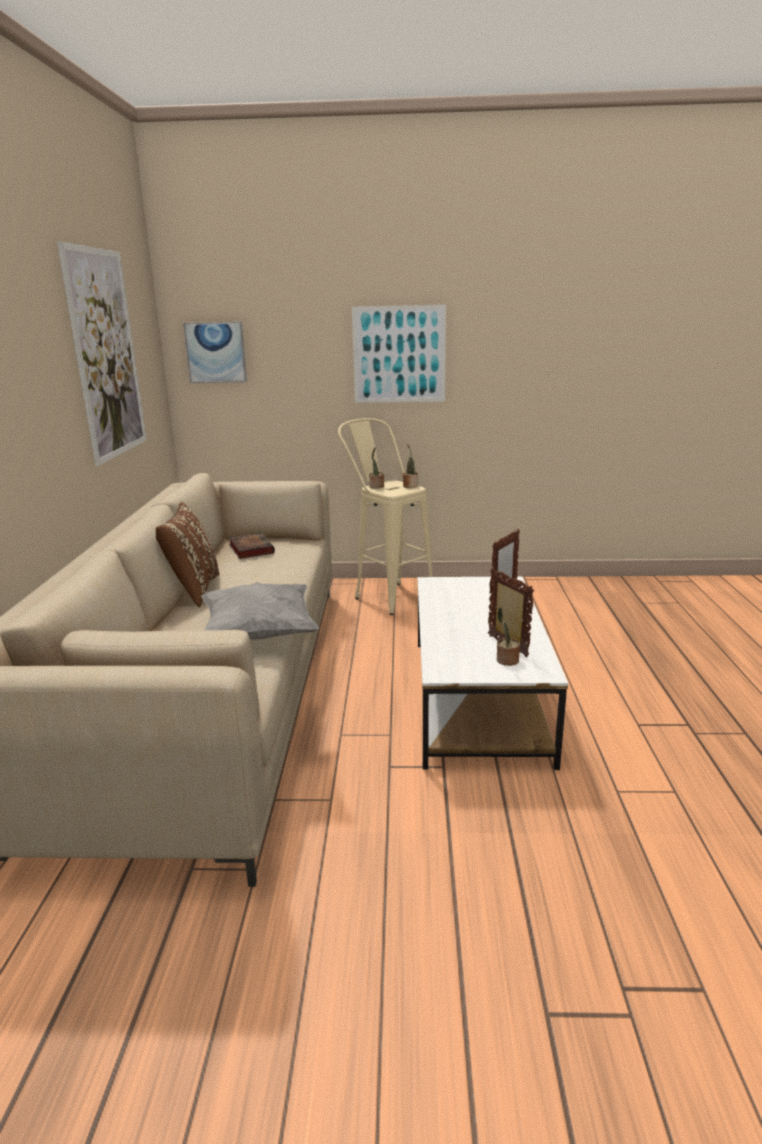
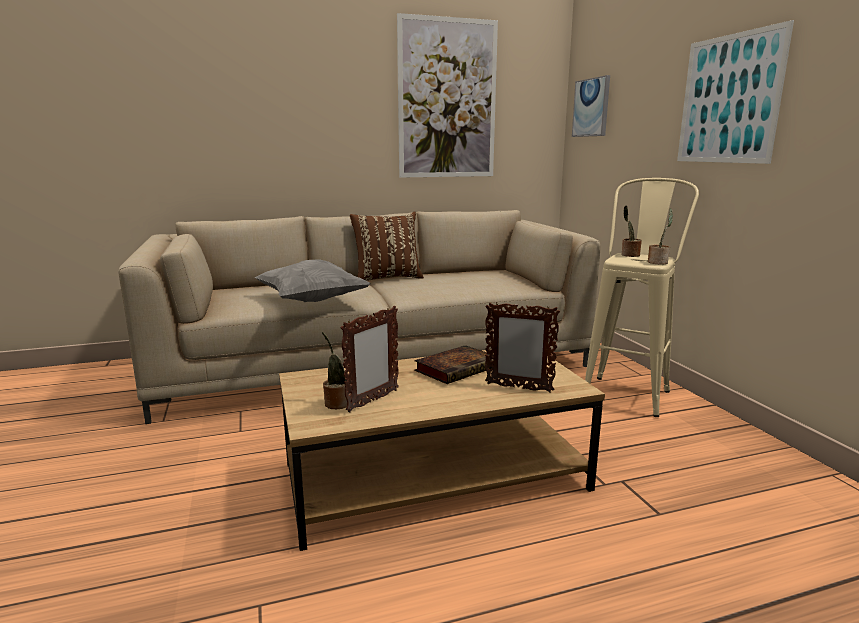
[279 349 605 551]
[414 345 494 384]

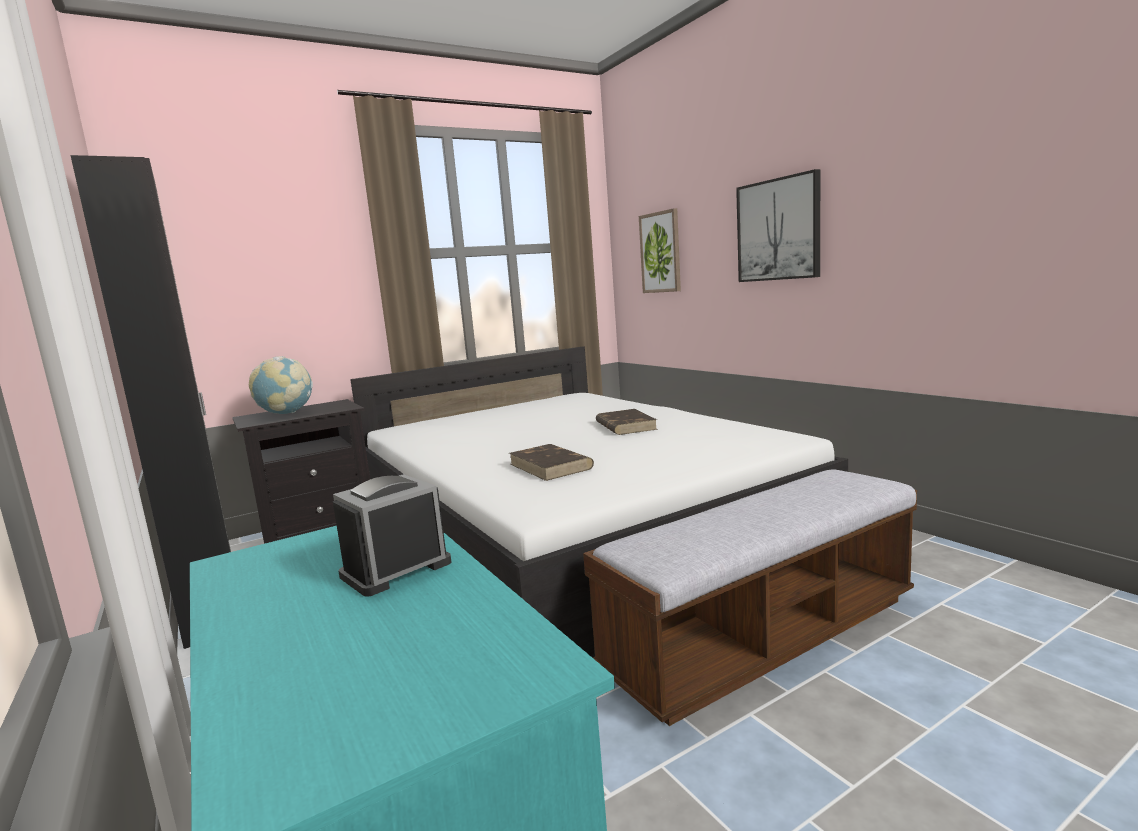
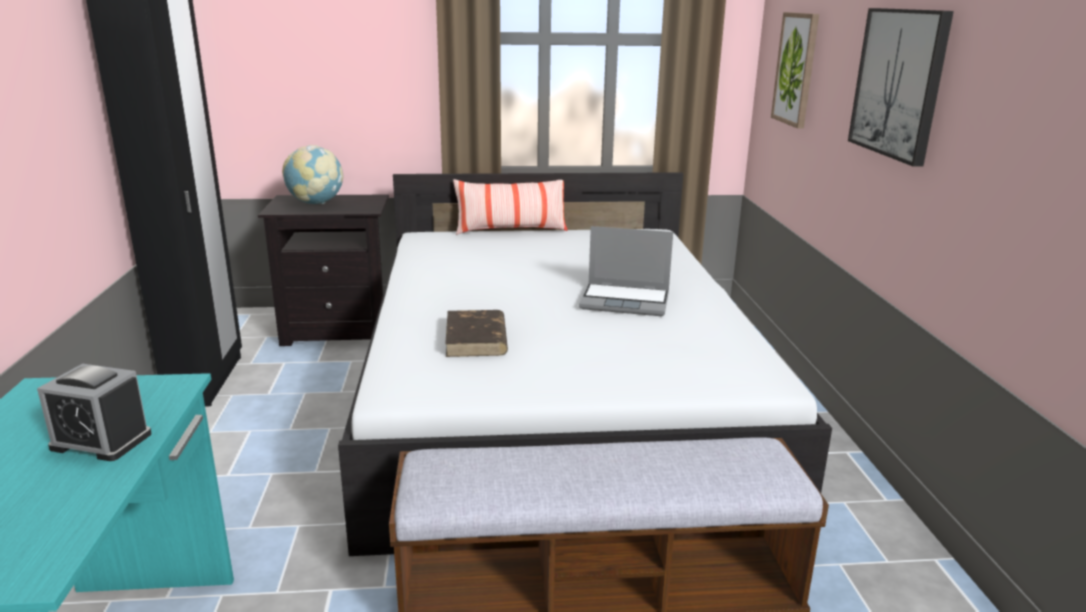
[37 364 152 461]
[453 179 567 235]
[579 226 673 316]

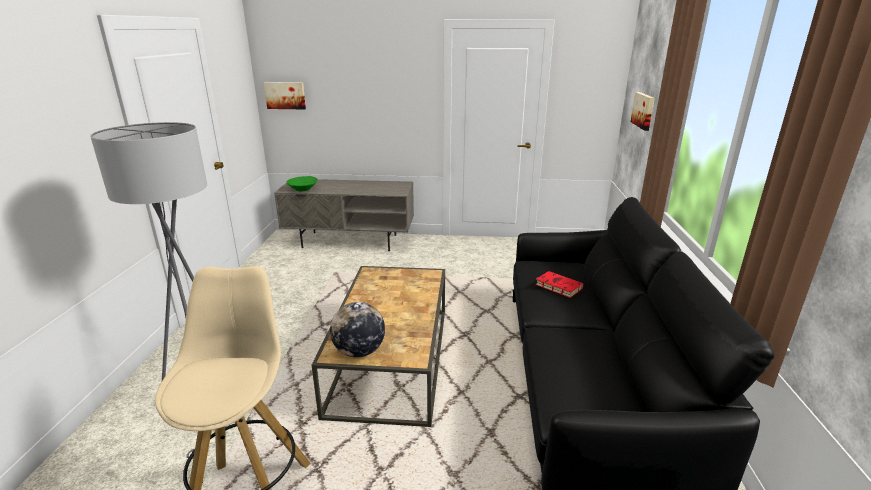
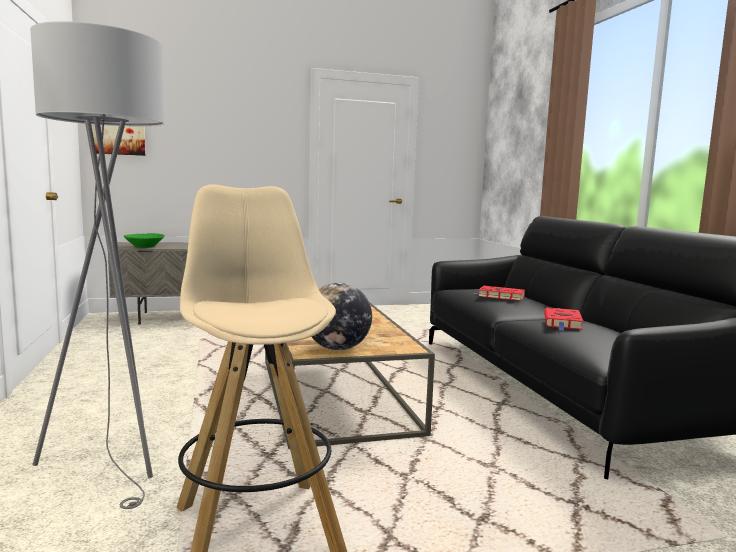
[544 307 583 331]
[631 92 655 131] (first image)

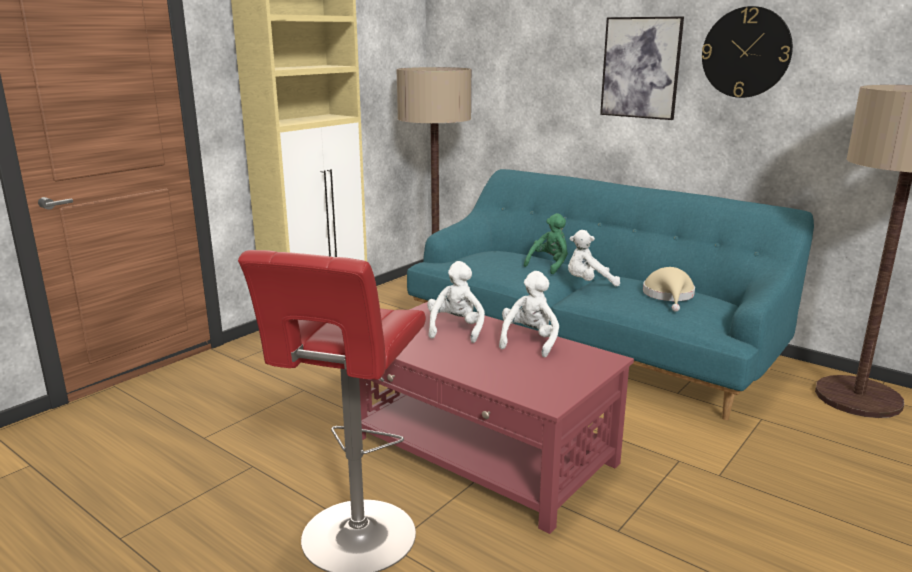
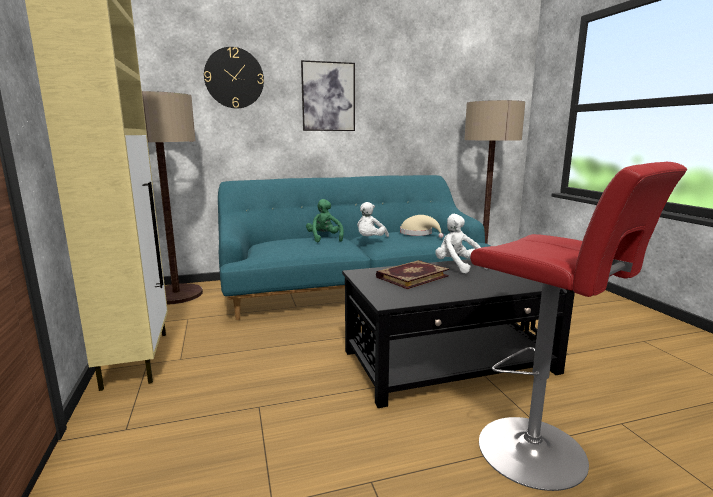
[204 47 264 109]
[342 259 575 408]
[376 260 449 289]

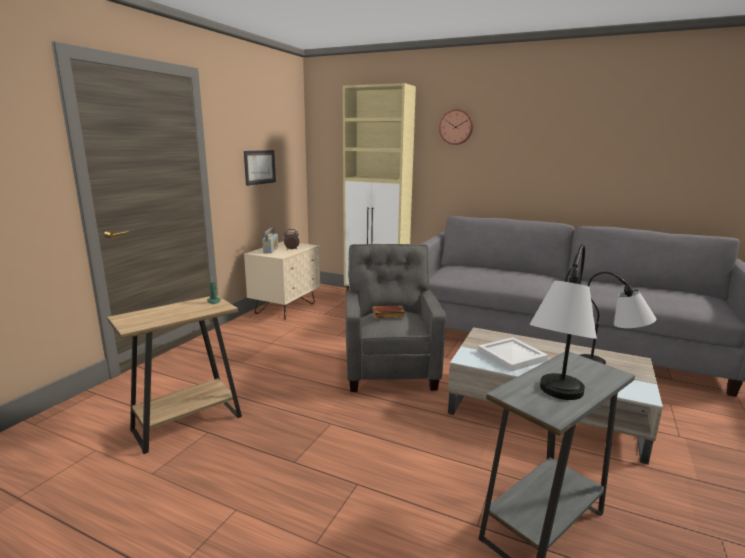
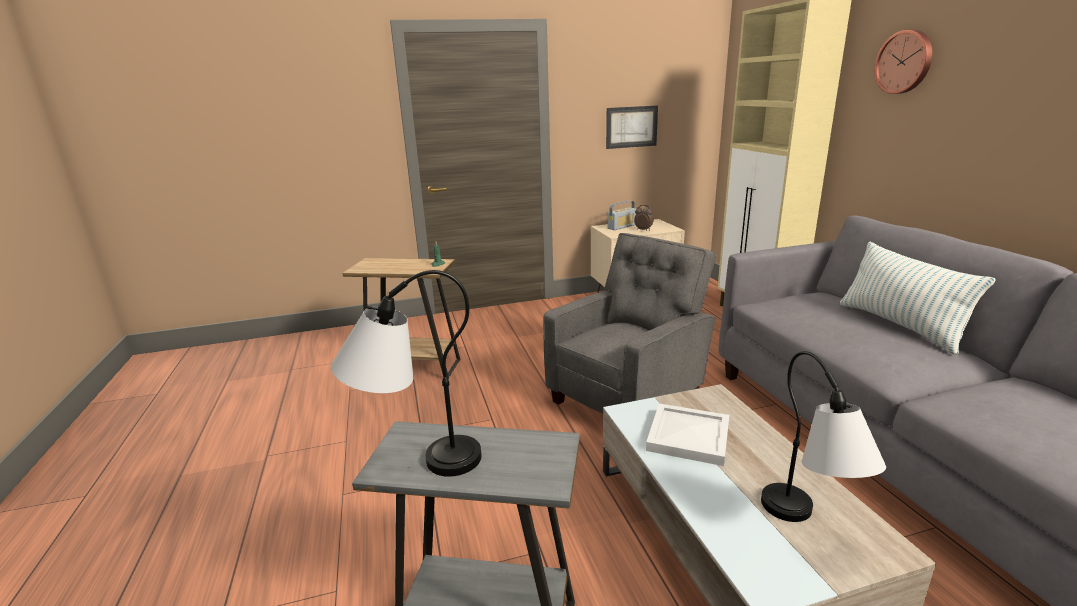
[840 241 996 355]
[372 305 405 318] (first image)

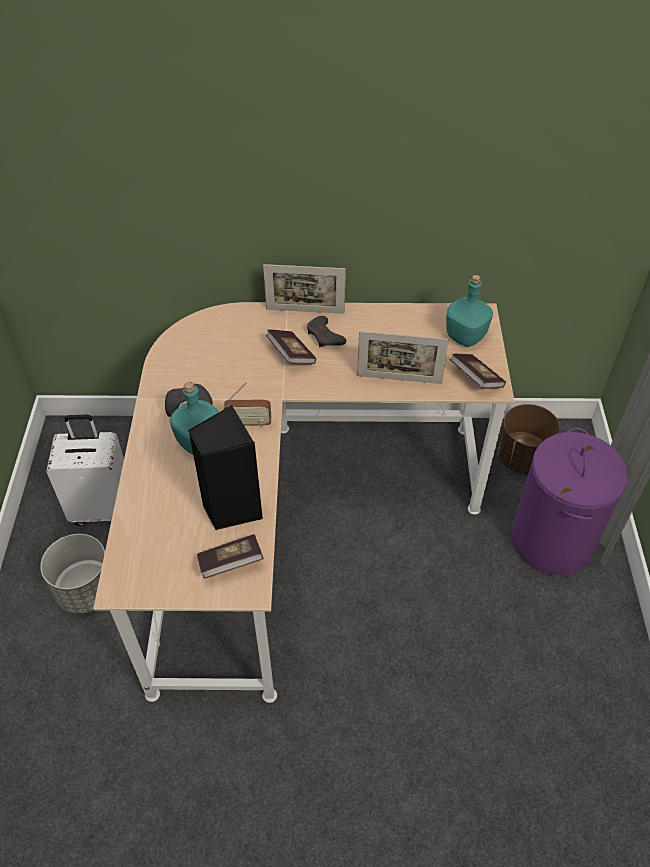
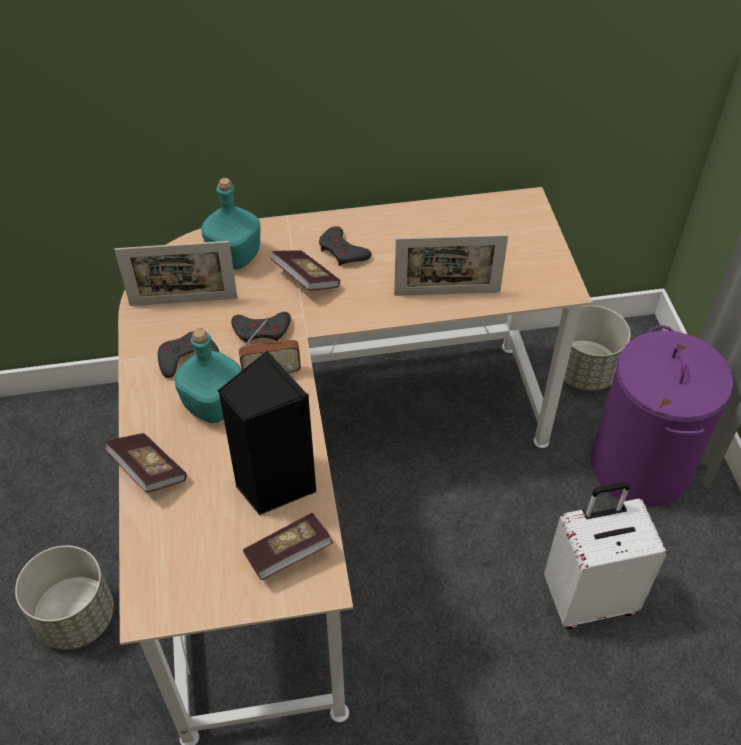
[104 433 187 493]
[114 241 238 306]
[201 178 261 269]
[231 312 291 345]
[544 482 667 629]
[564 305 631 391]

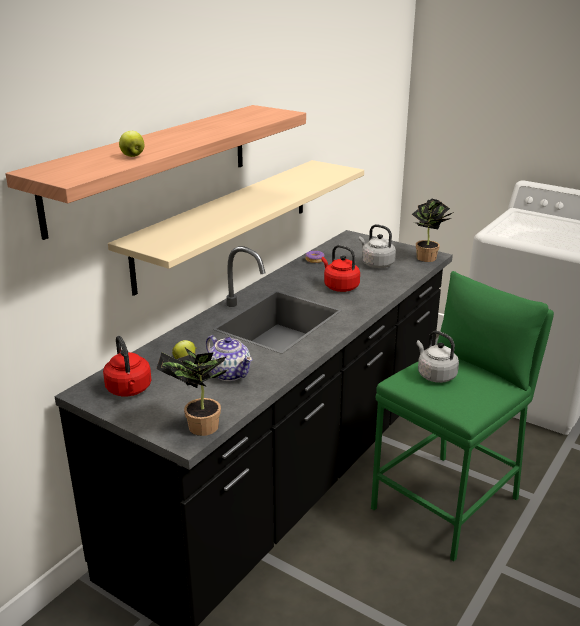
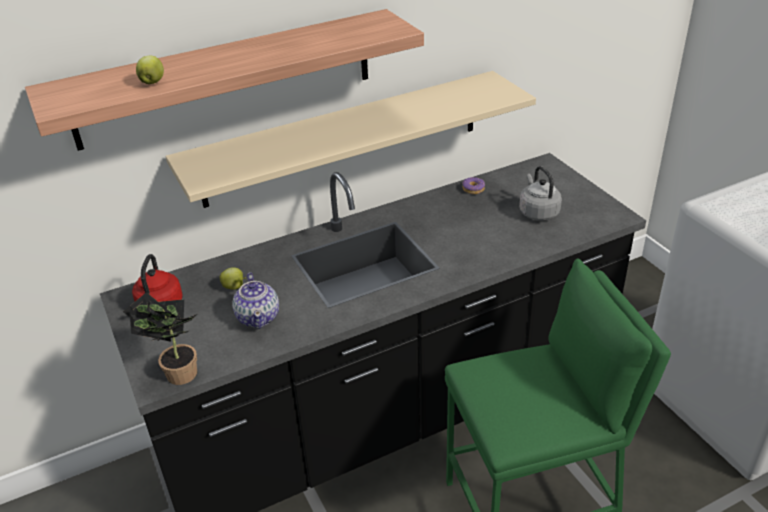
[321 245 360 292] (first image)
[412 198 454 262] (first image)
[416 331 459 383] (first image)

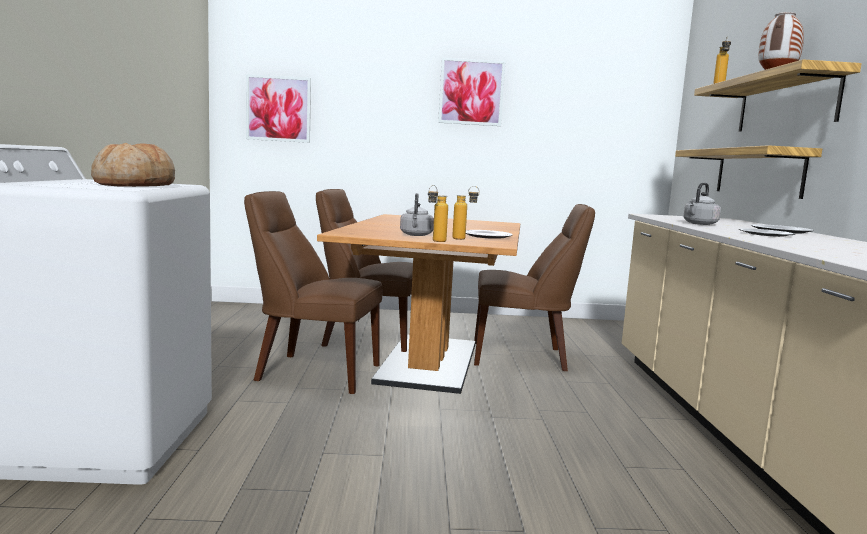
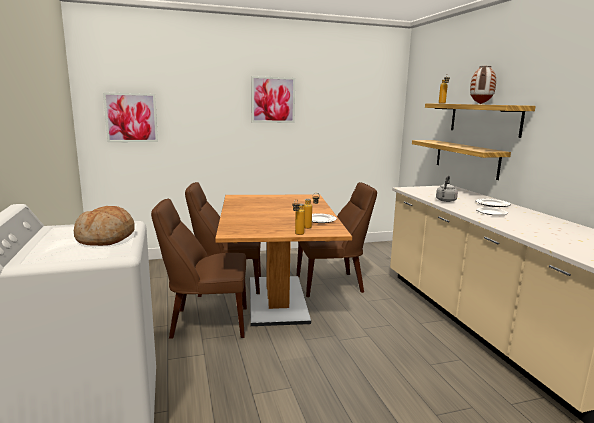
[400 193 434 236] (first image)

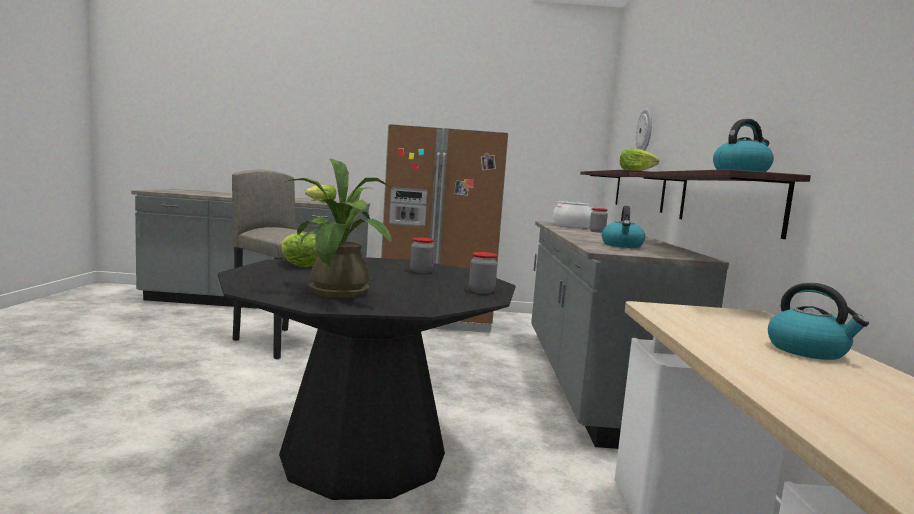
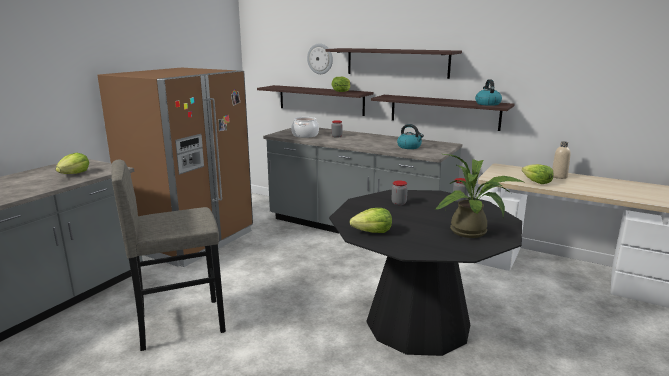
[325 48 462 79]
[522 164 553 184]
[552 141 571 179]

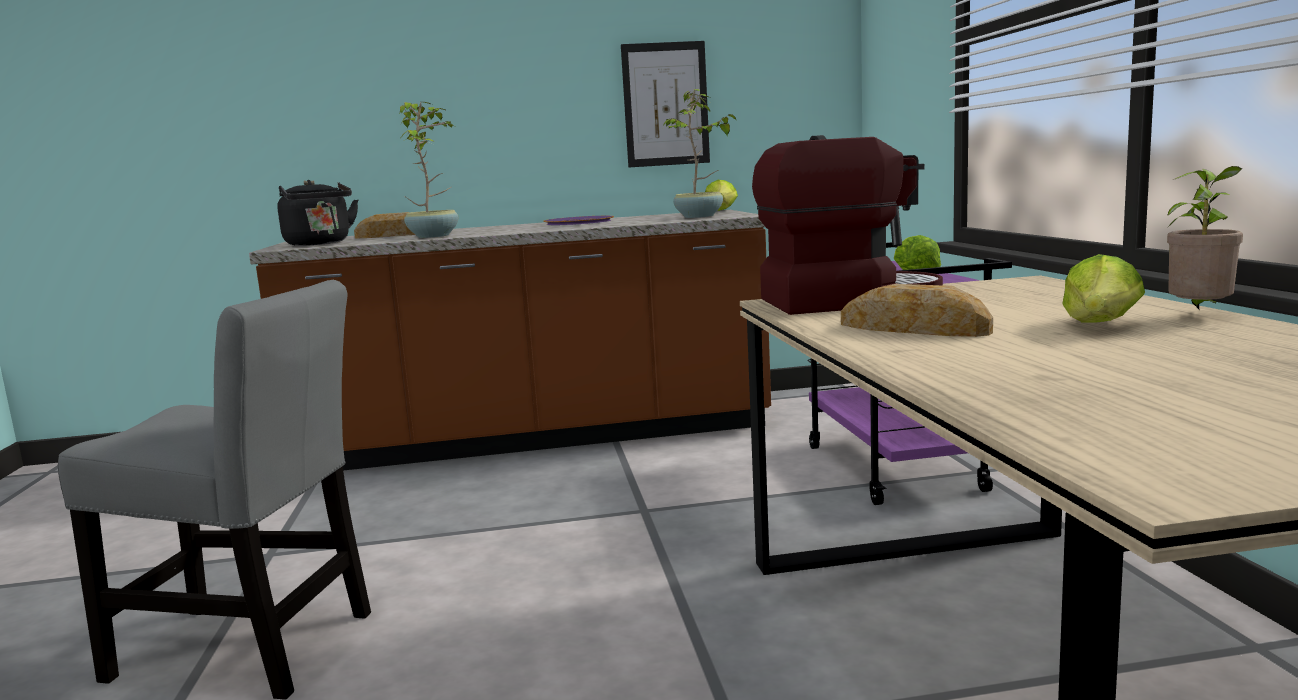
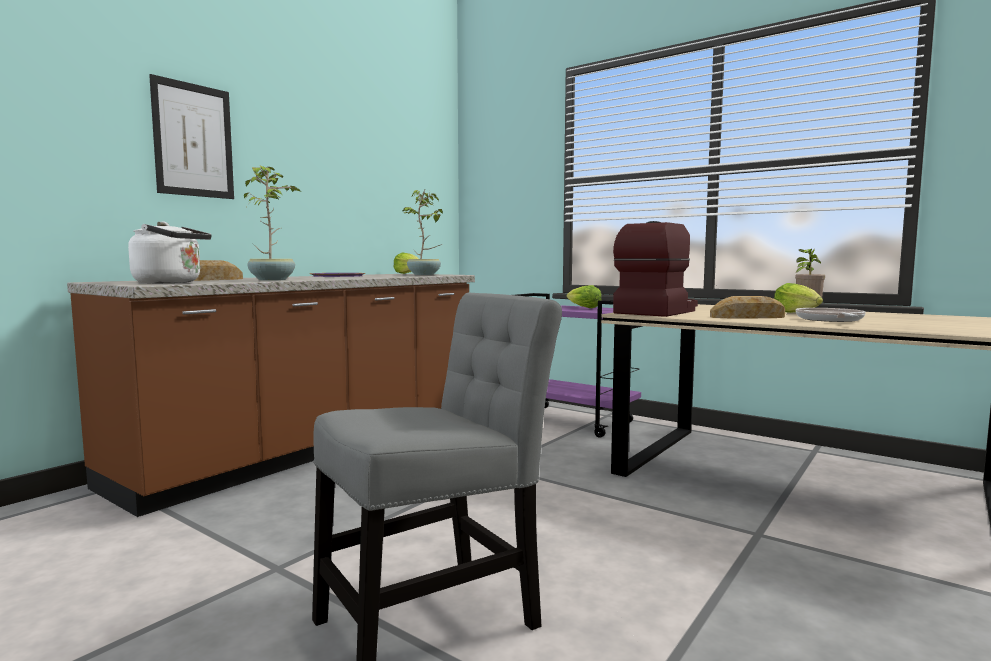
[128 221 212 283]
[149 74 234 199]
[796 308 866 322]

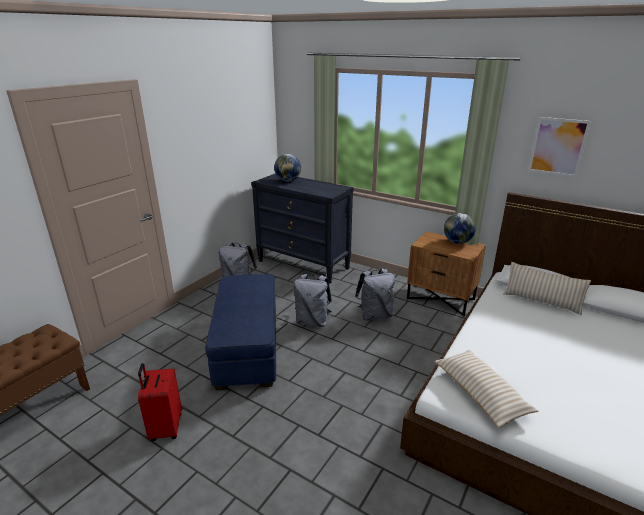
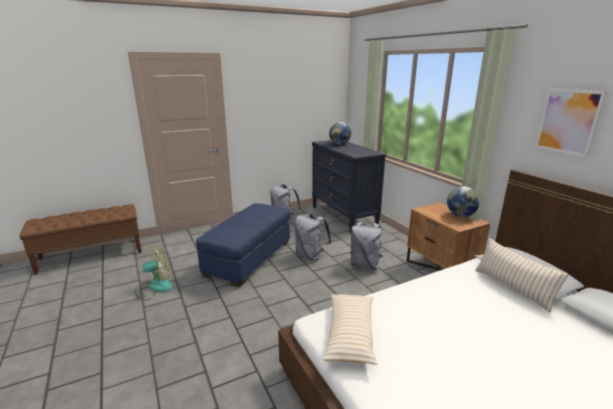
[135 246 173 301]

